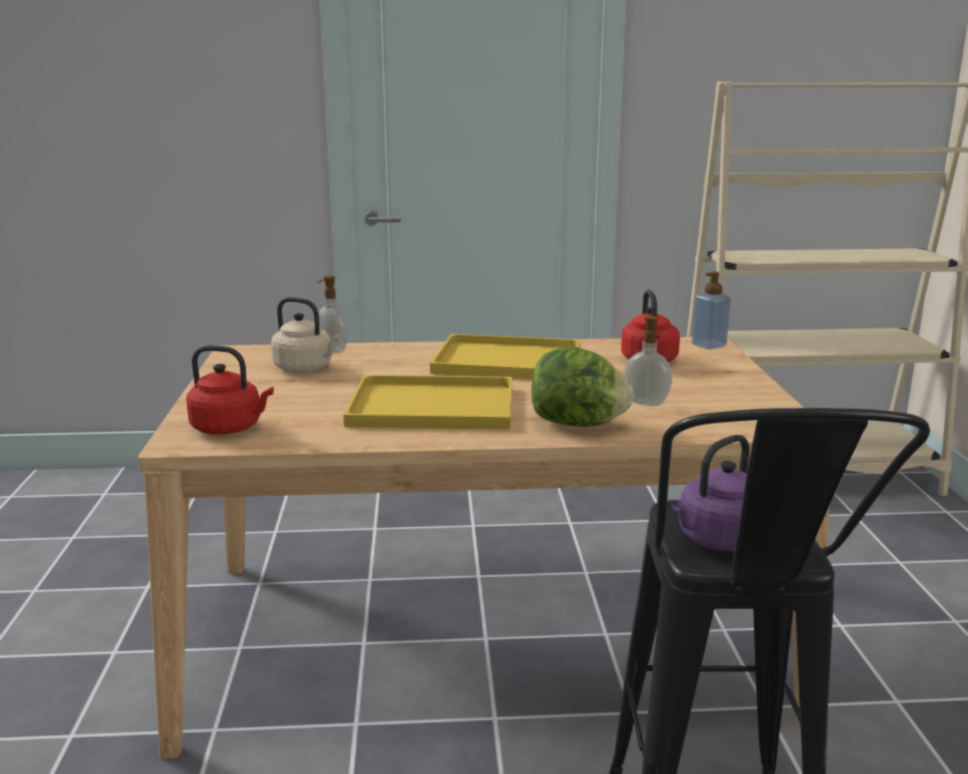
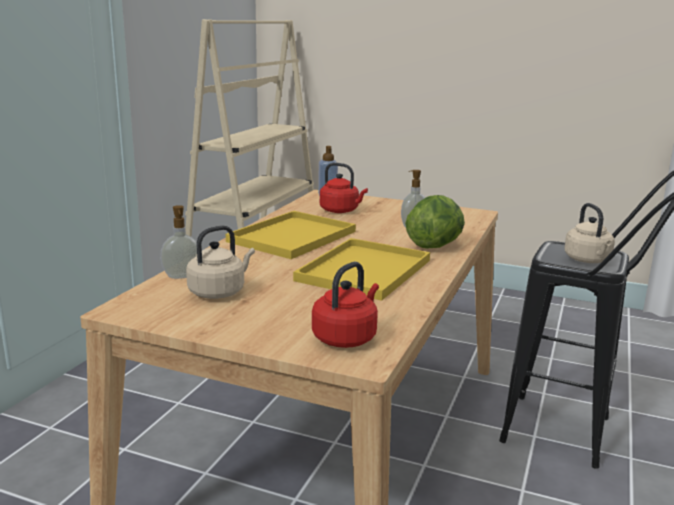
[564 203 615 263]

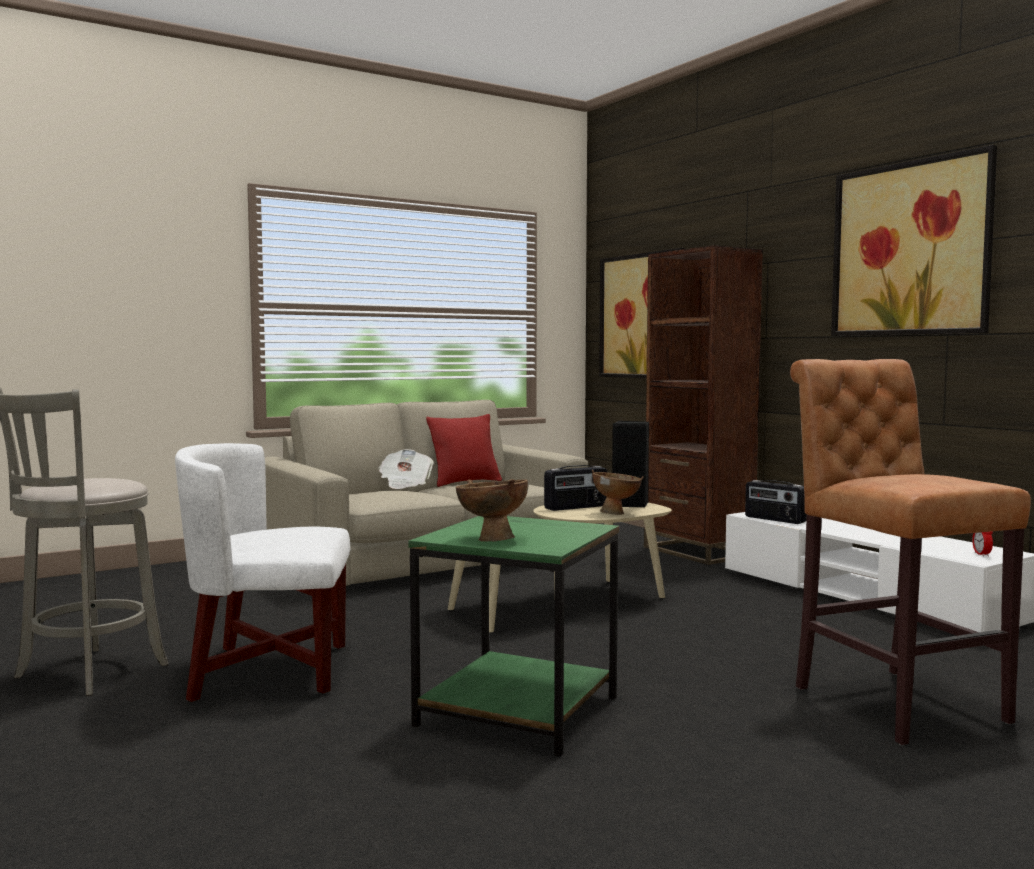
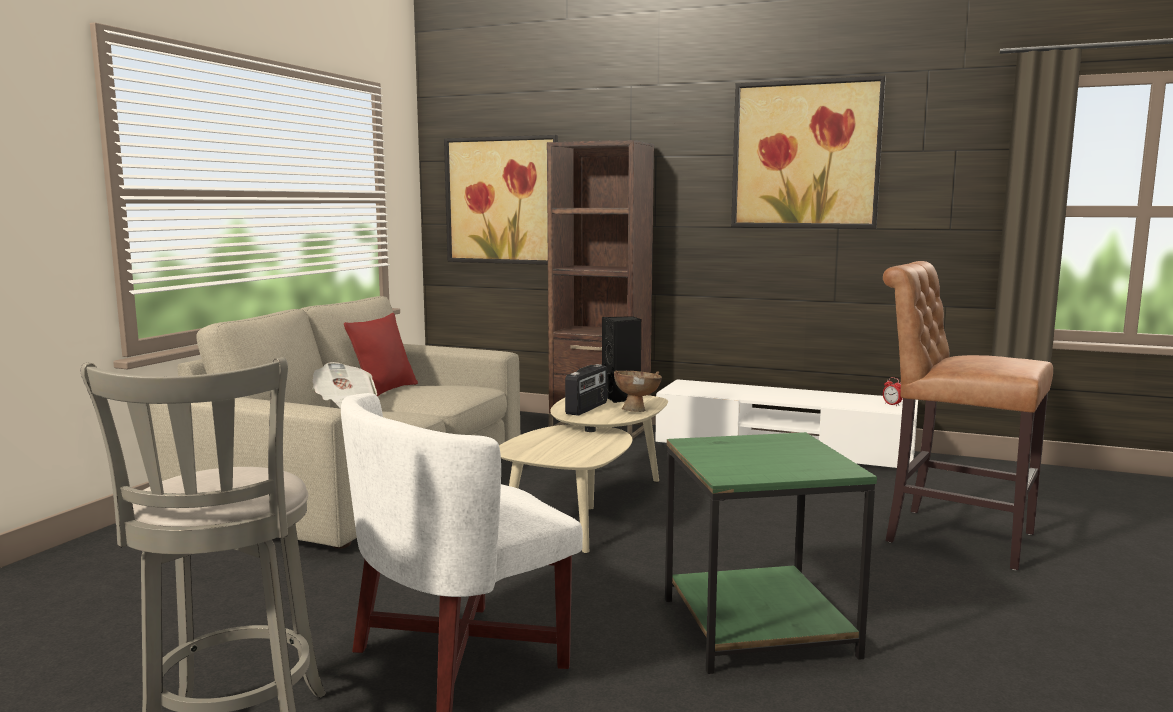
[456 479 529 542] (first image)
[745 480 807 524] (first image)

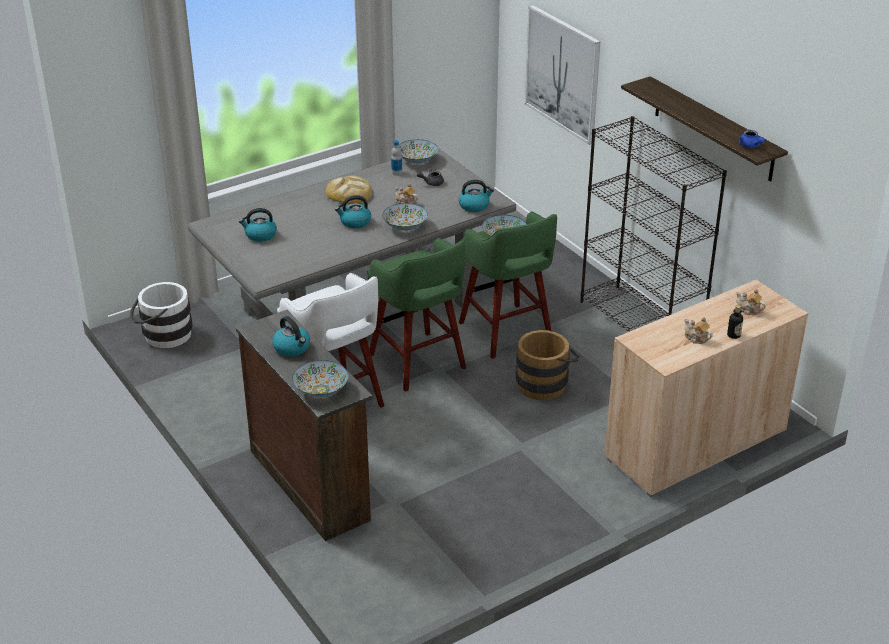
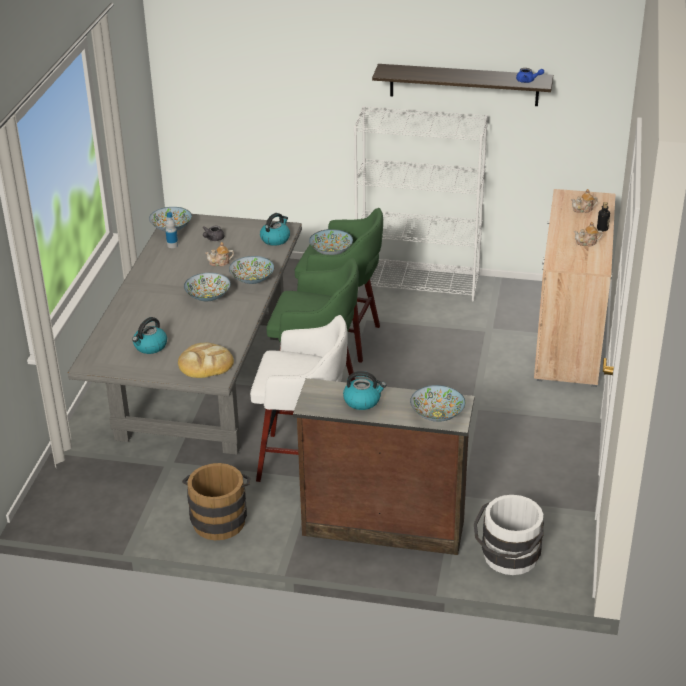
[178 343 234 378]
[182 463 250 540]
[184 273 231 301]
[354 106 488 301]
[474 495 544 575]
[525 5 601 145] (first image)

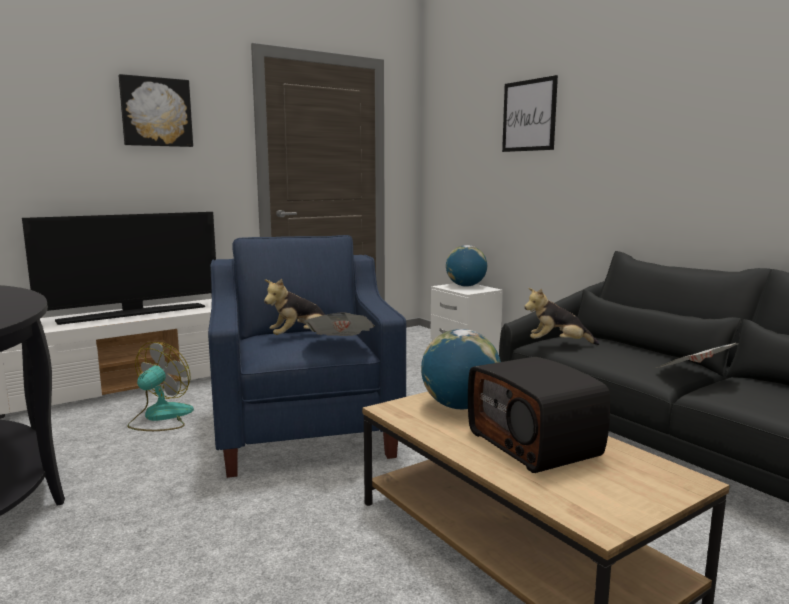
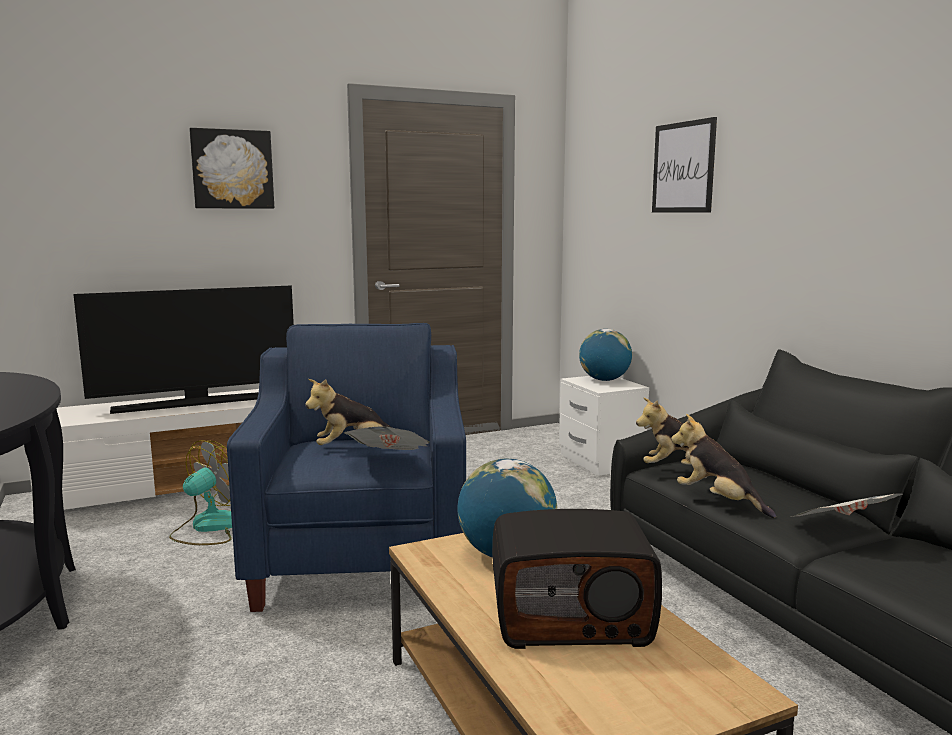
[492 509 662 649]
[671 414 776 518]

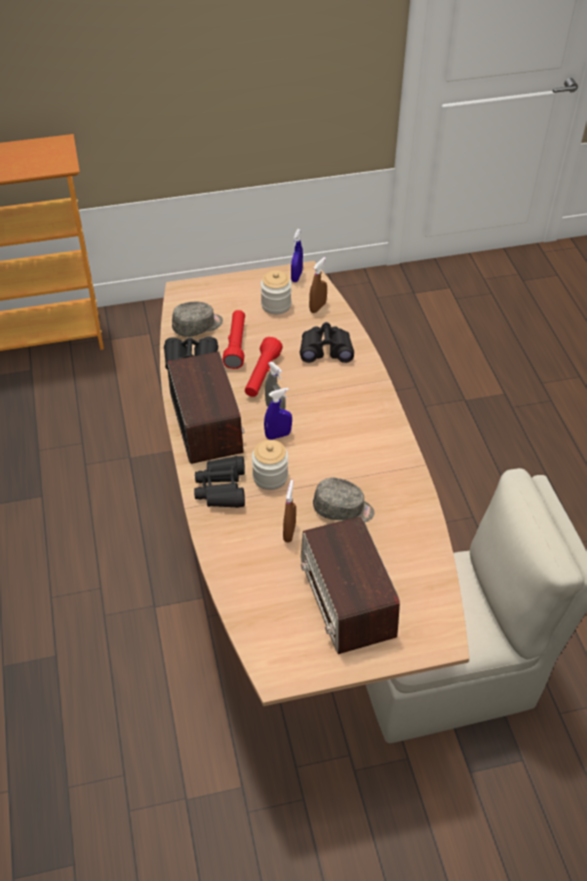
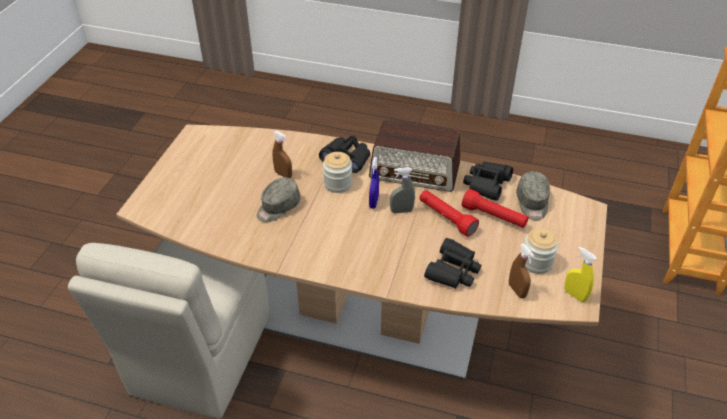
[564 247 597 302]
[301 516 400 654] (first image)

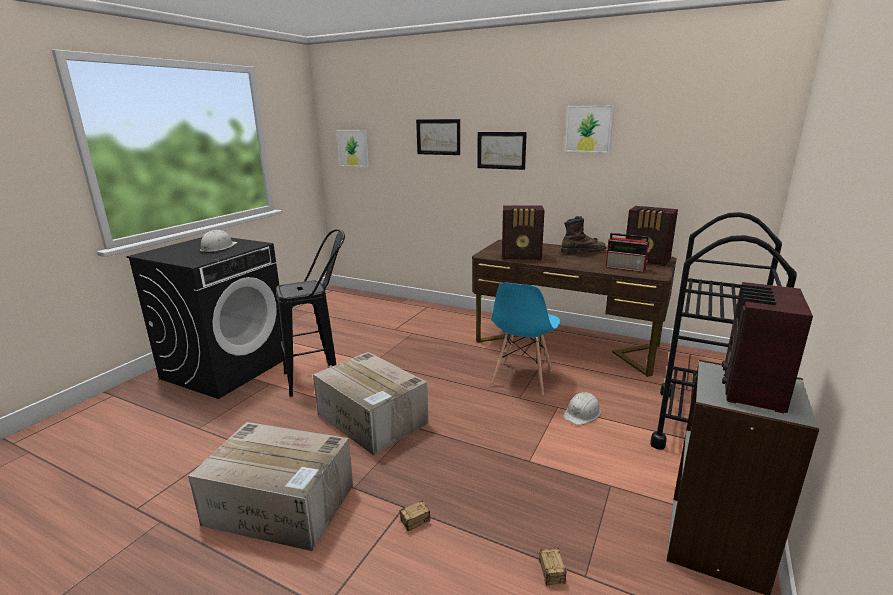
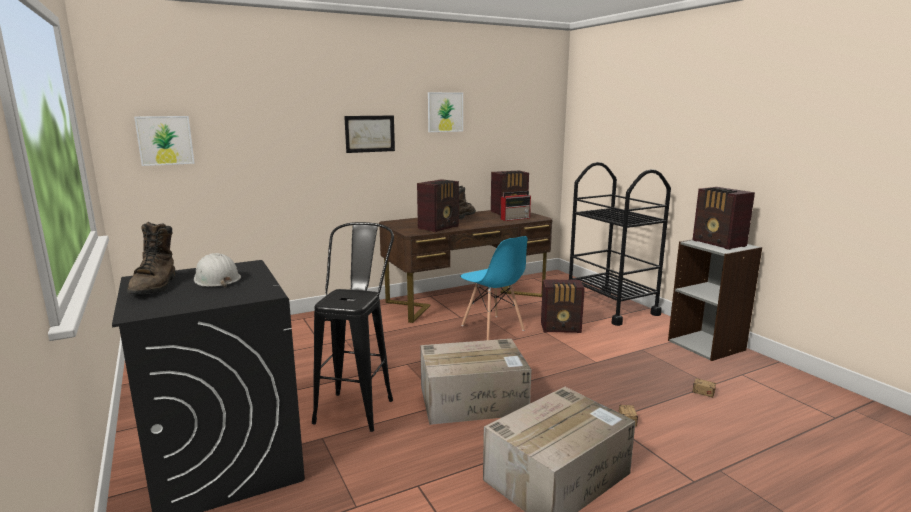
[127 222 176 294]
[541 279 585 333]
[416 119 460 155] (first image)

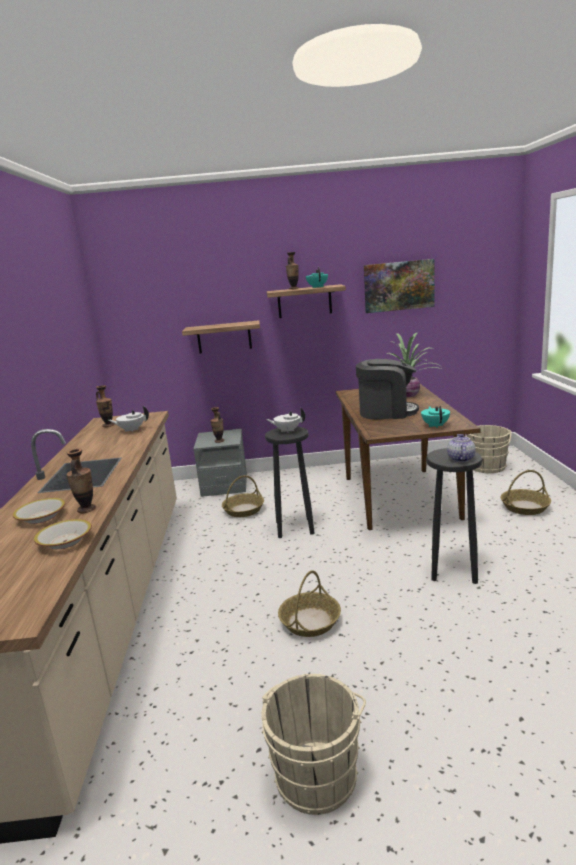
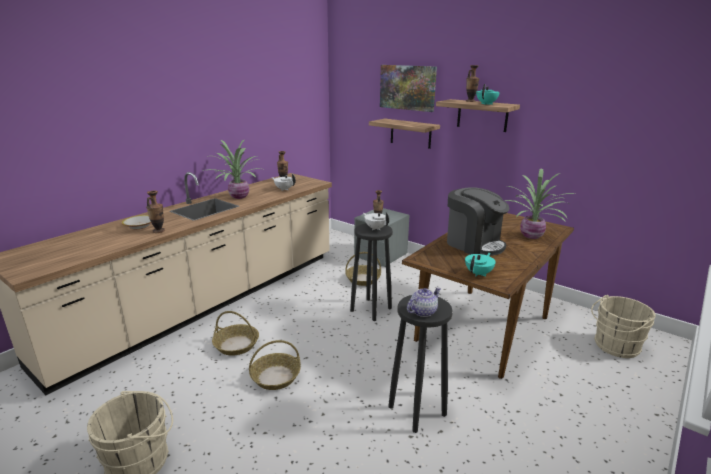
[203 140 265 199]
[212 311 259 356]
[380 65 437 112]
[34 519 92 549] (first image)

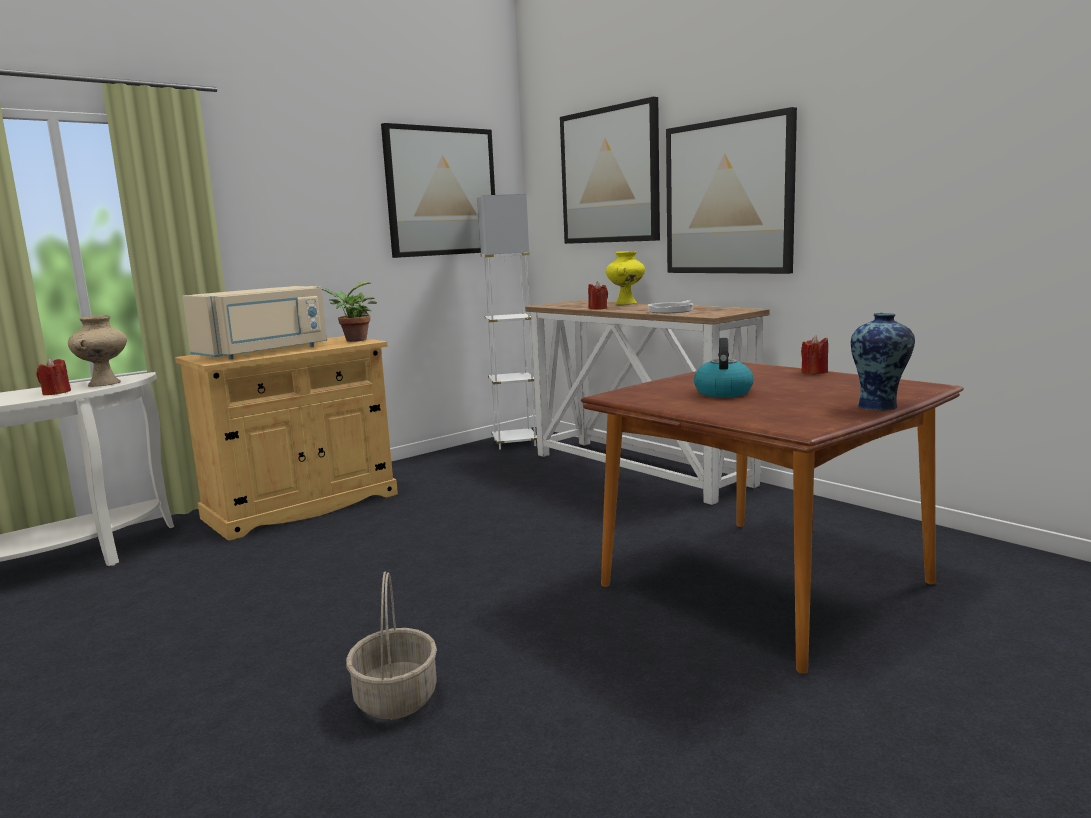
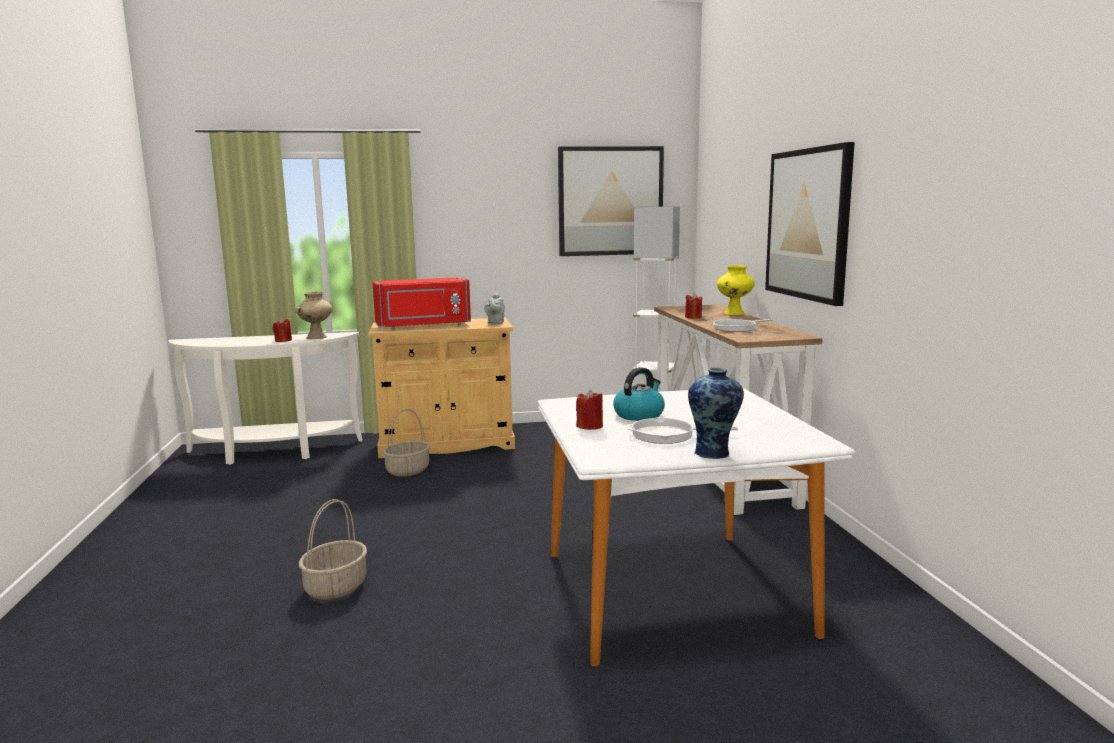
[372 277 471 330]
[383 409 430 477]
[484 293 505 324]
[537 388 855 666]
[576 389 603 430]
[627 417 738 444]
[560 97 660 244] (first image)

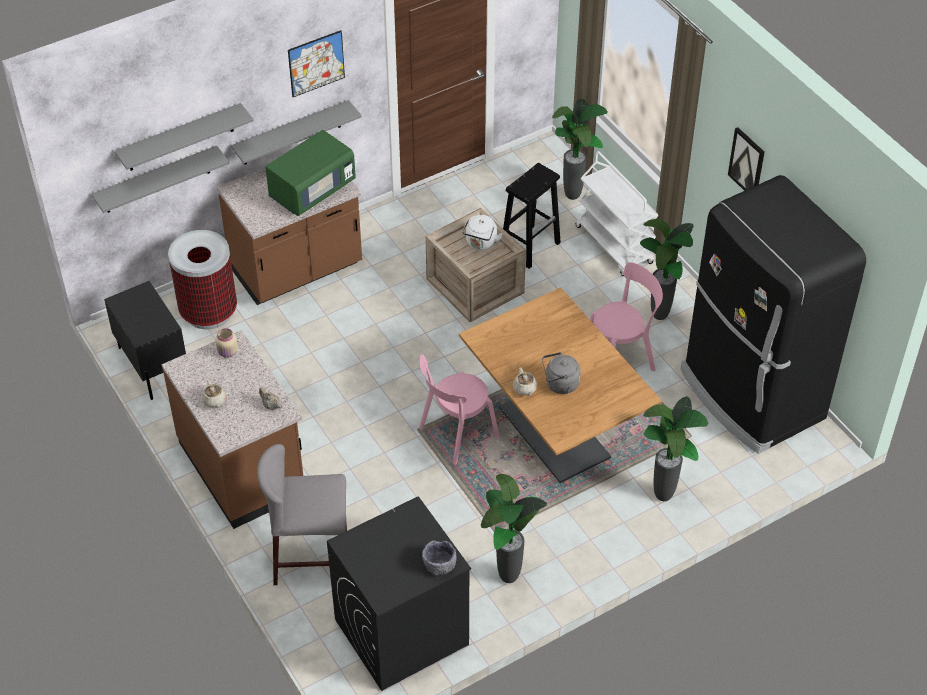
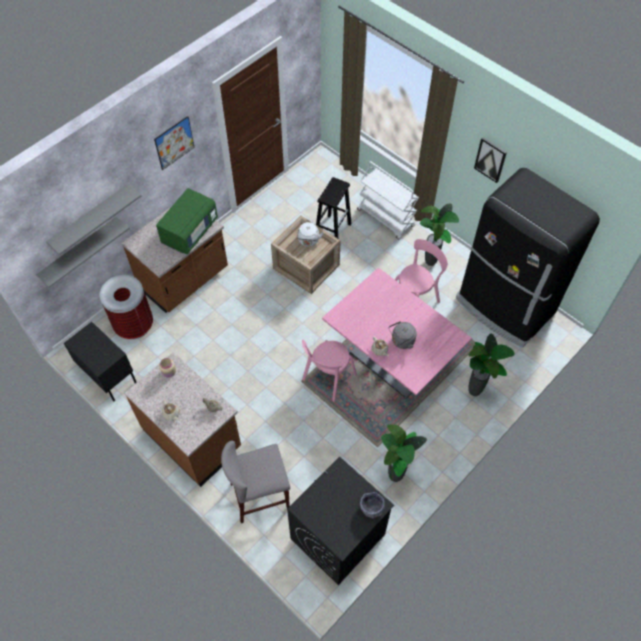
[322 268 472 399]
[231 100 362 165] (first image)
[552 98 608 200] (first image)

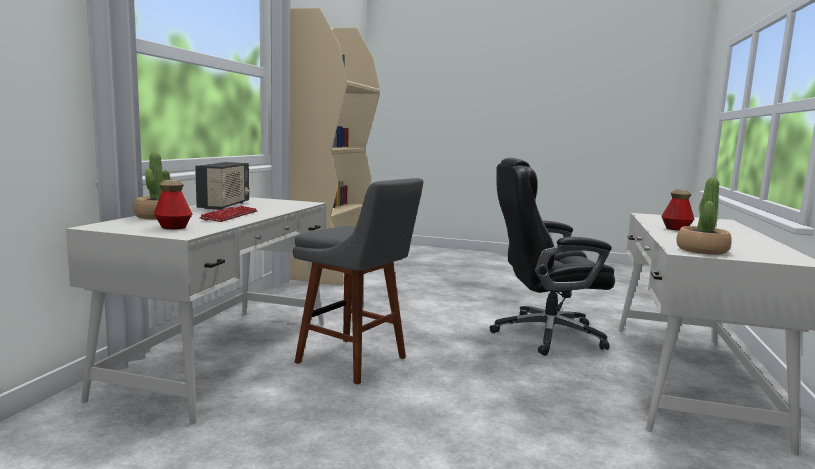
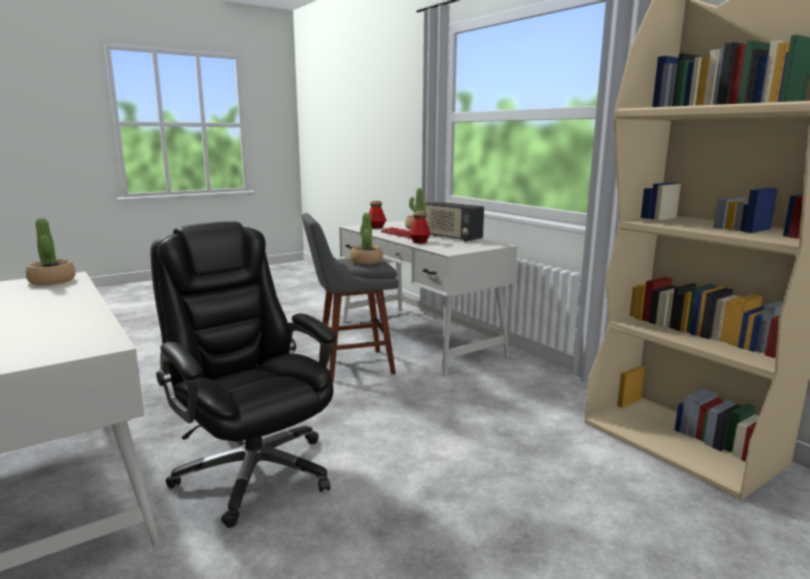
[151 221 336 528]
[350 213 383 265]
[410 211 431 243]

